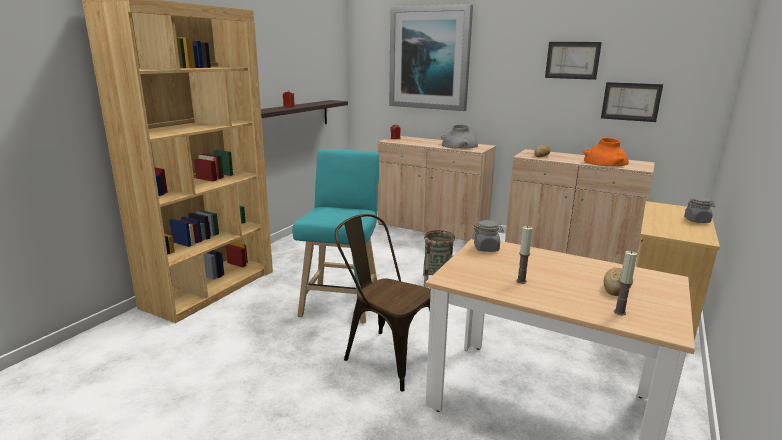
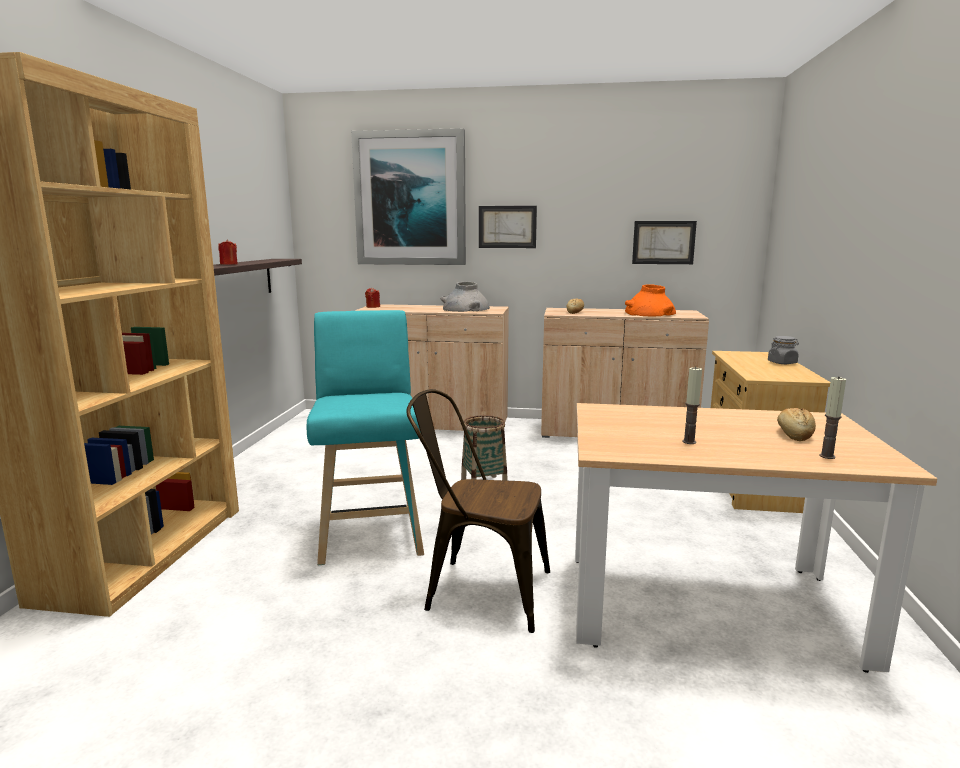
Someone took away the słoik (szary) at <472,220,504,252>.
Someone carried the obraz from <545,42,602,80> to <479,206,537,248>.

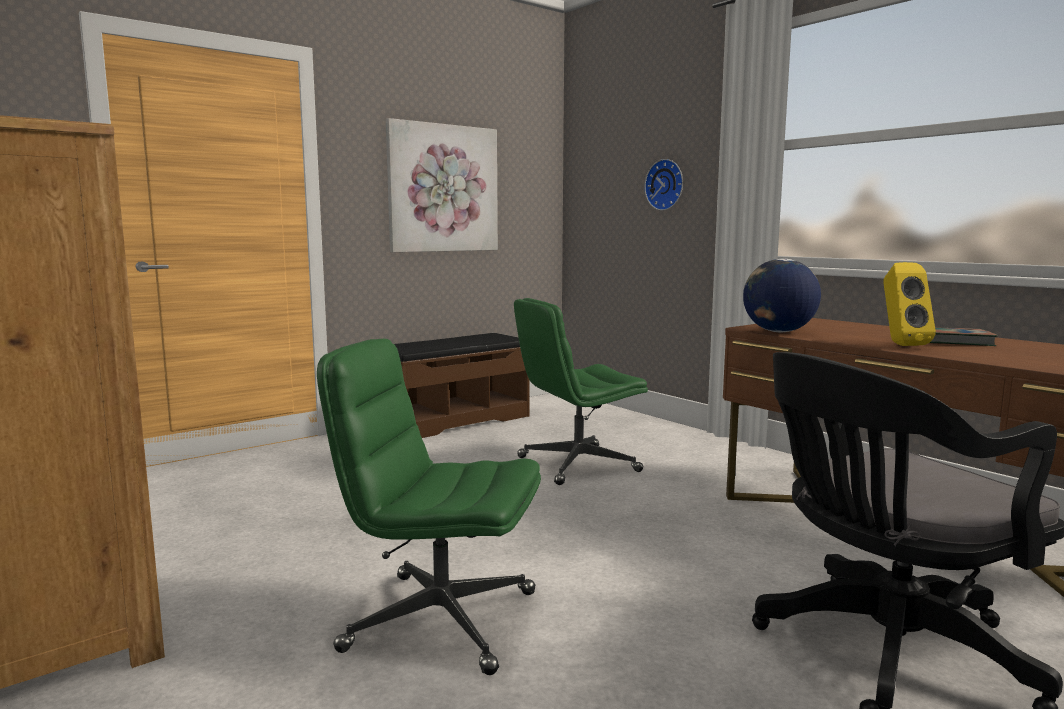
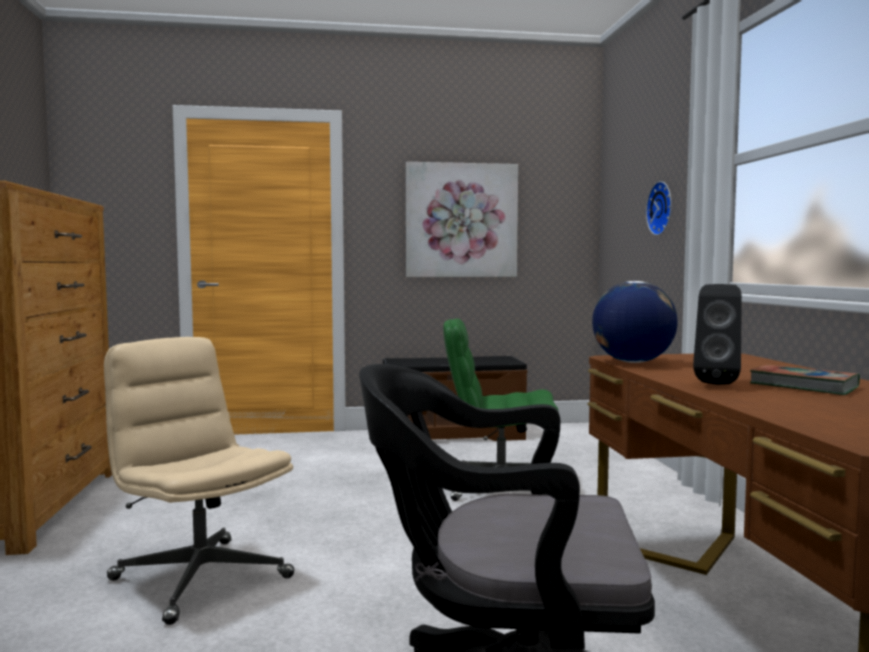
Someone repainted the krzesło biurowe (zielony) at <317,339,541,675>, which became the krzesło biurowe (beżowy) at <104,337,295,625>.
Someone repainted the głośnik (żółty) at <883,262,936,346>, which became the głośnik (czarny) at <693,284,742,385>.

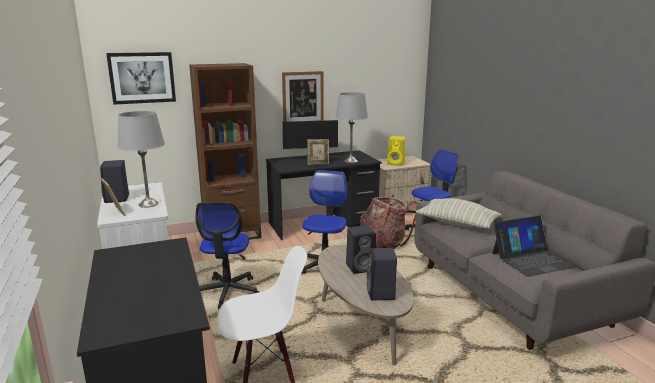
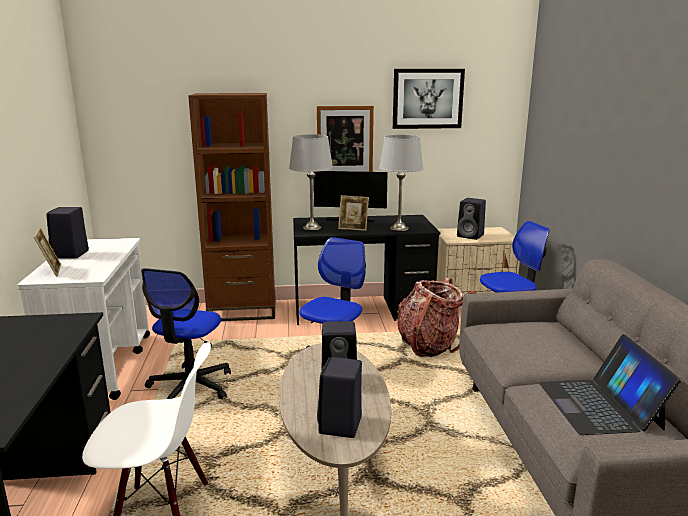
Someone took away the poduszka at <416,198,502,229>.
Someone carried the obraz from <106,52,176,105> to <393,69,465,129>.
Someone carried the lampa stołowa (szary) from <117,111,165,208> to <289,134,333,230>.
Someone repainted the głośnik (żółty) at <387,136,406,166>, which became the głośnik (czarny) at <457,198,486,240>.
Someone rotated the laptop at <493,216,576,277> by 90 degrees clockwise.

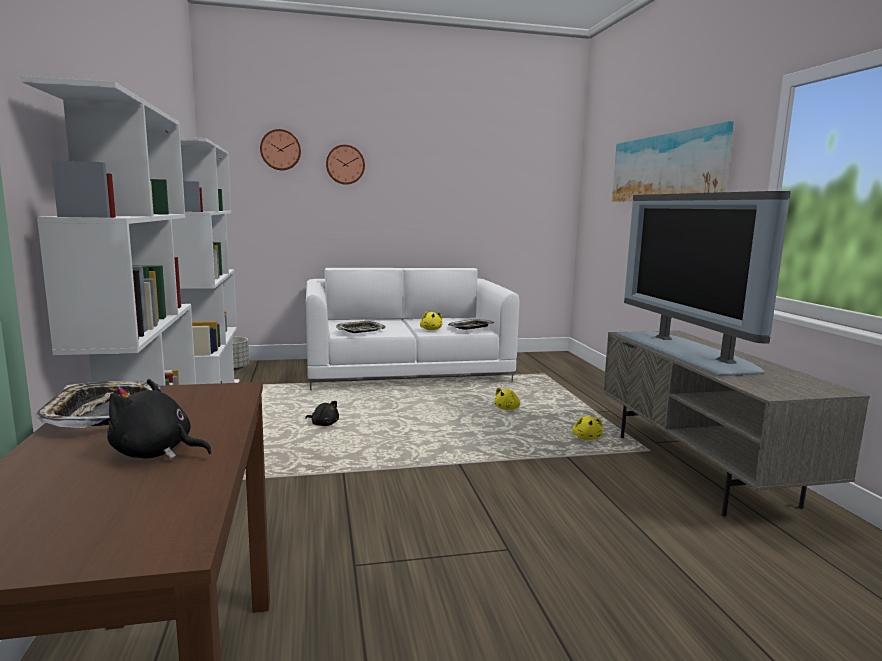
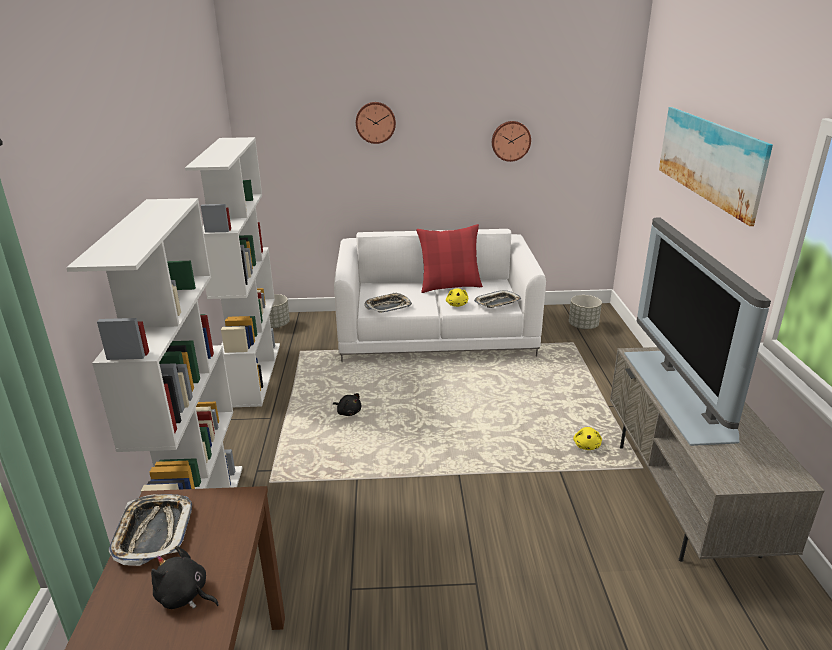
Someone took away the pluszak (żółty) at <494,387,520,410>.
Someone put down the poduszka (czerwony) at <416,224,483,293>.
Someone put down the donica (szary) at <569,295,602,329>.
Someone carried the zegar ścienny from <260,129,301,170> to <492,121,531,162>.

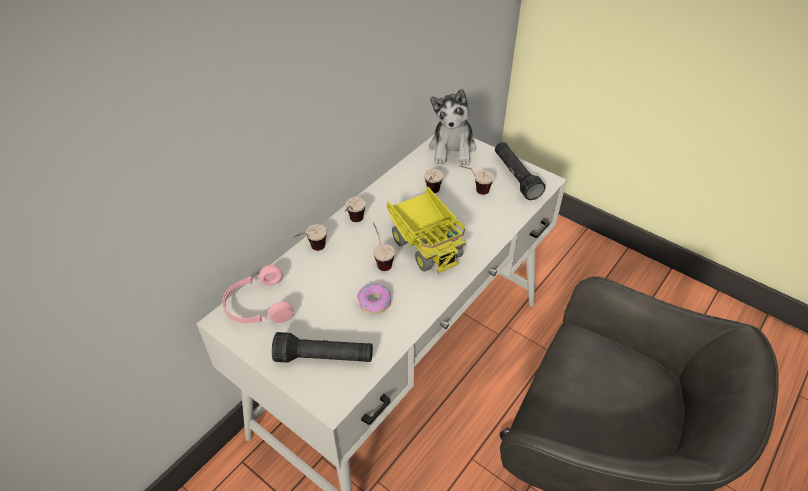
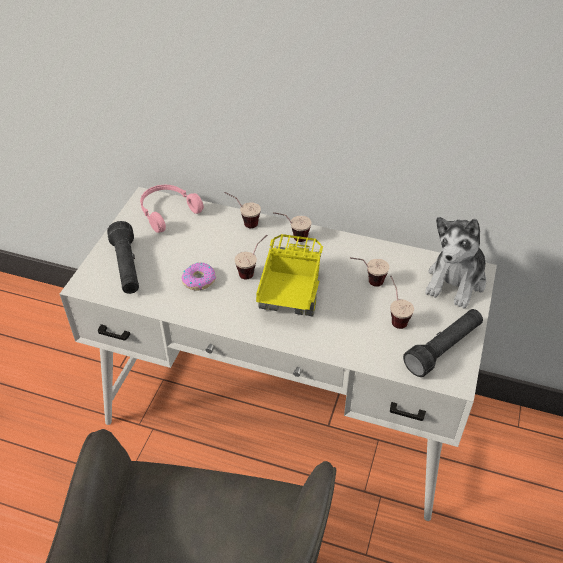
Someone rotated the ciężarówka zabawkowa at <387,187,466,273> by 150 degrees clockwise.
Someone rotated the pluszak at <429,89,476,166> by 45 degrees counterclockwise.

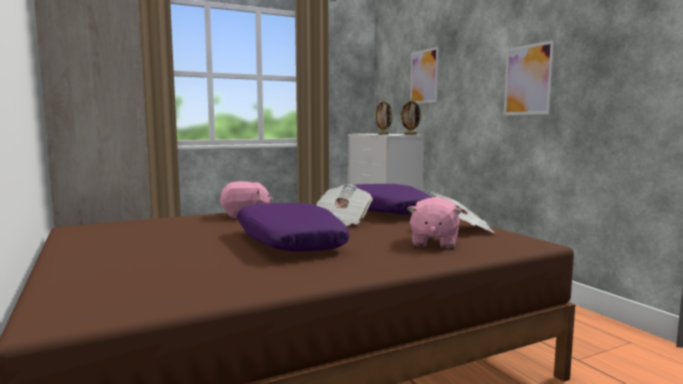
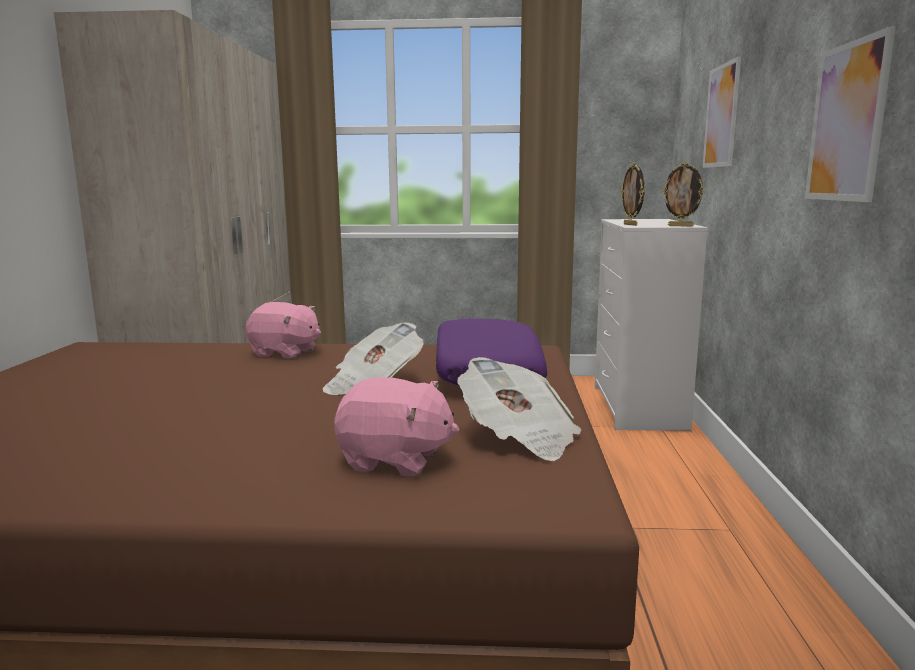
Someone took away the poduszka (fioletowy) at <237,203,350,252>.
Someone rotated the pluszak (różowy) at <407,197,462,249> by 120 degrees counterclockwise.

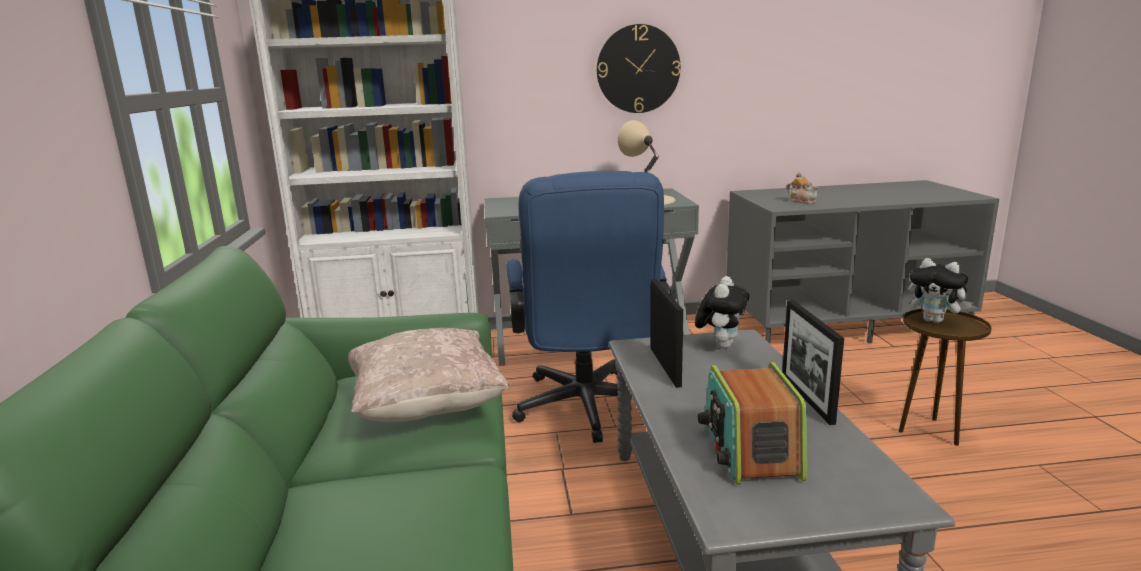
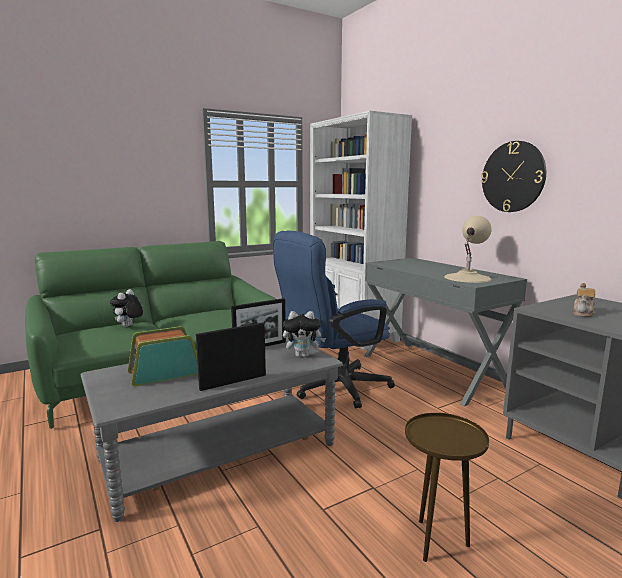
Someone took away the poduszka (beżowy) at <348,328,510,422>.
Someone carried the pluszak from <909,258,974,323> to <110,289,143,327>.

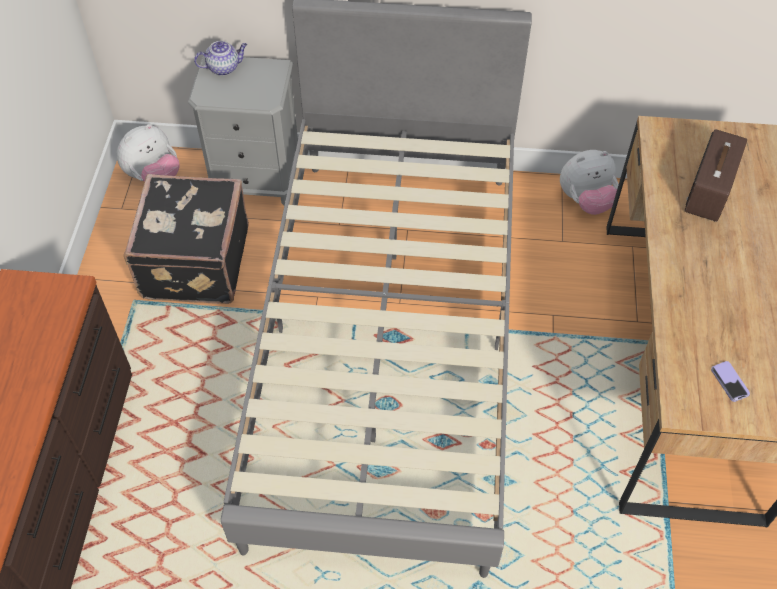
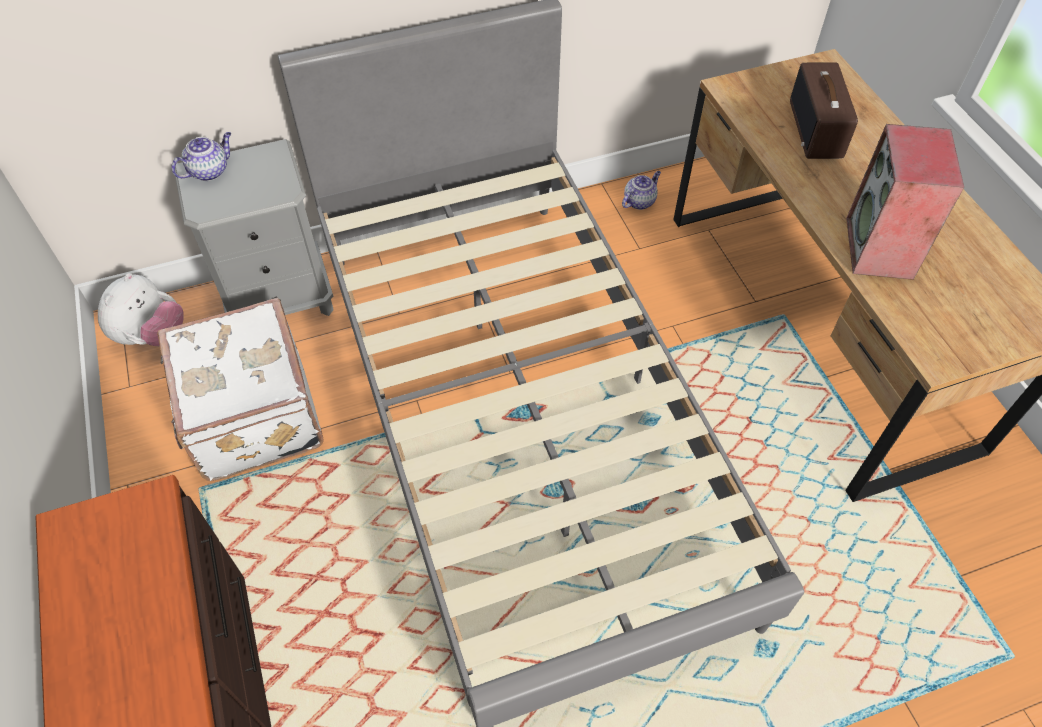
Someone took away the telefon at <711,361,750,402>.
Someone put down the głośnik at <846,124,964,280>.
Someone swapped the pluszak at <560,150,619,215> for the imbryk at <622,171,661,210>.
Someone repainted the walizka (czarny) at <124,174,249,304>, which became the walizka (biały) at <157,297,324,481>.

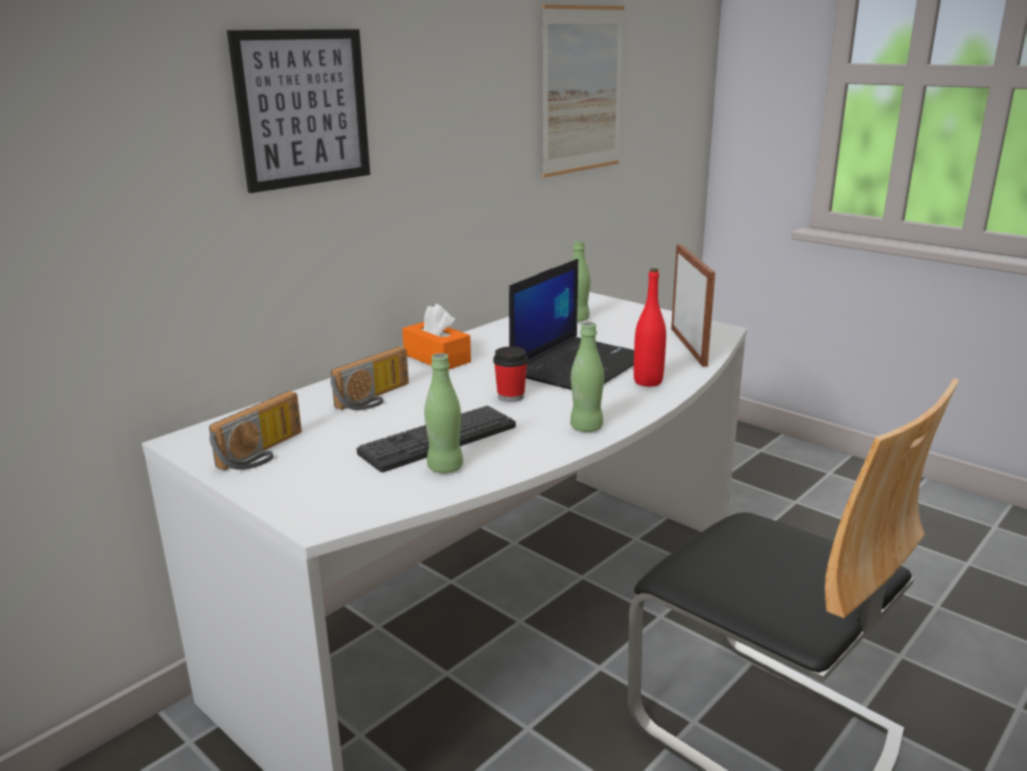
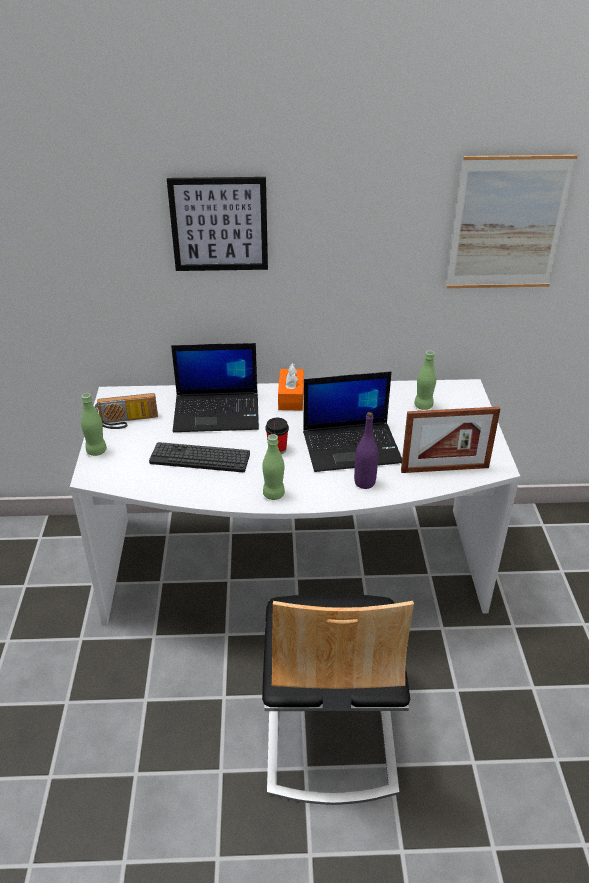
Someone carried the butelka (zielony) from <424,353,463,473> to <81,393,107,456>.
Someone swapped the radio at <331,346,409,410> for the laptop at <171,343,259,432>.
Someone repainted the butelka (czerwony) at <634,268,666,387>, which became the butelka (fioletowy) at <354,412,378,489>.
Someone rotated the ramka na zdjęcie at <671,244,715,367> by 45 degrees clockwise.

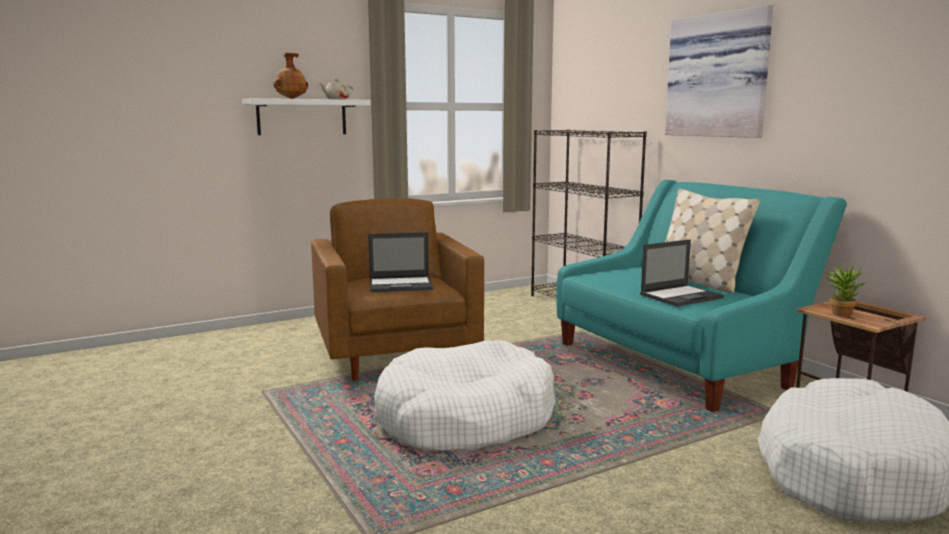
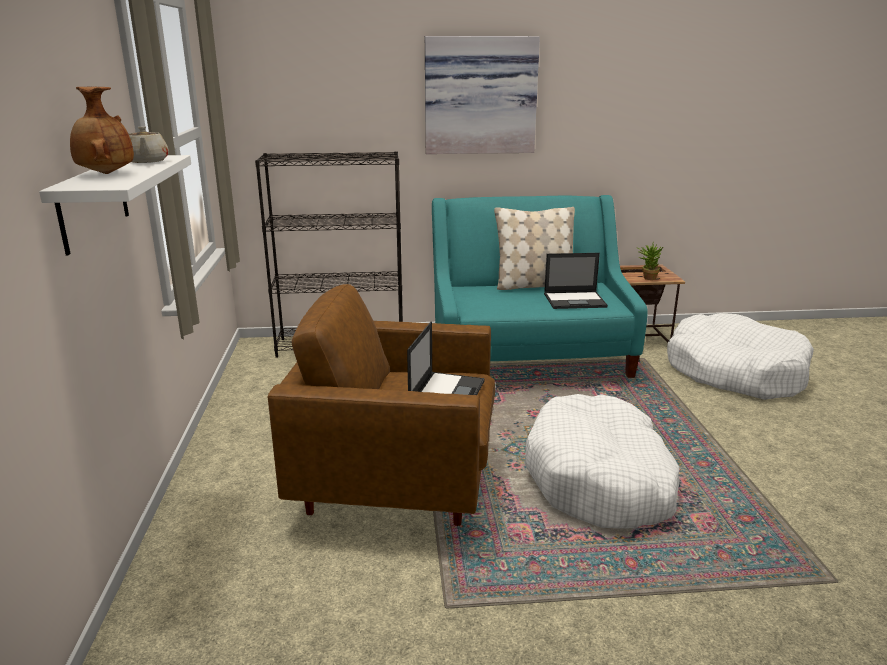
Someone rotated the laptop at <640,239,724,306> by 90 degrees clockwise.

